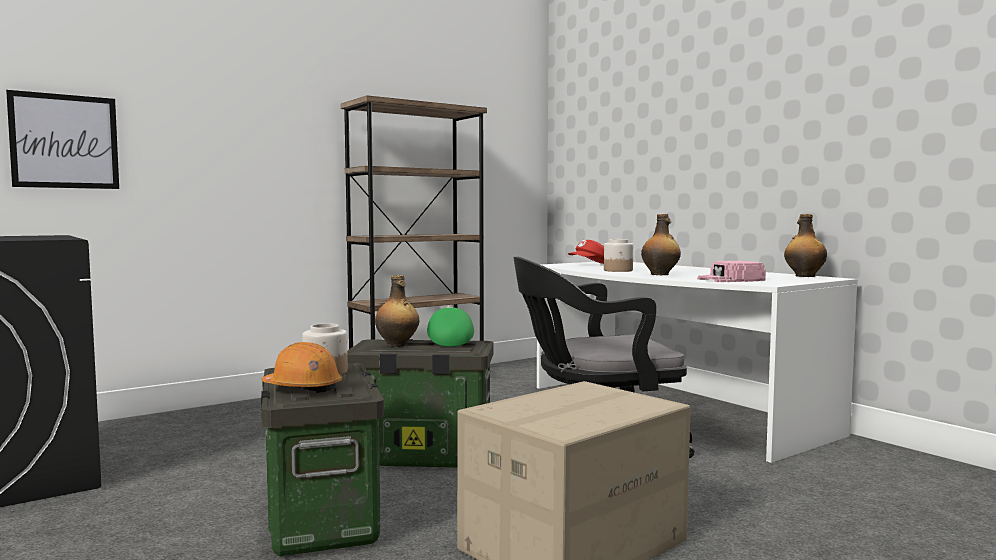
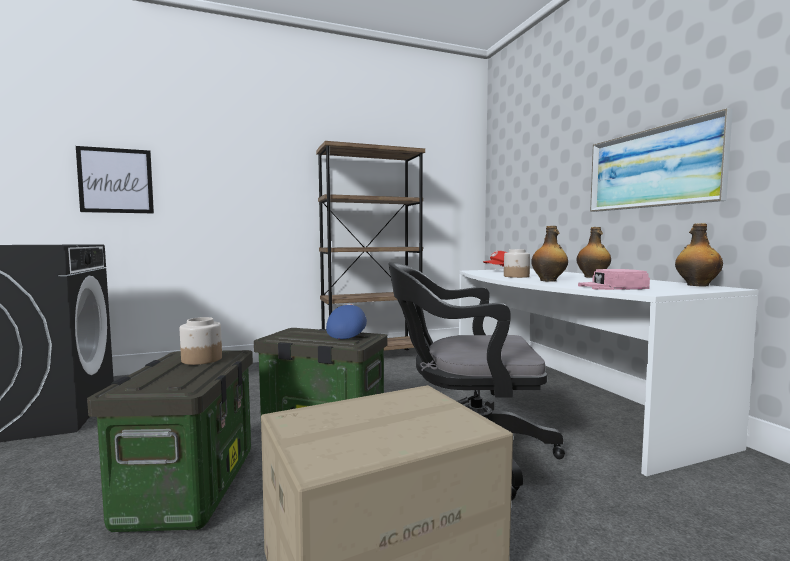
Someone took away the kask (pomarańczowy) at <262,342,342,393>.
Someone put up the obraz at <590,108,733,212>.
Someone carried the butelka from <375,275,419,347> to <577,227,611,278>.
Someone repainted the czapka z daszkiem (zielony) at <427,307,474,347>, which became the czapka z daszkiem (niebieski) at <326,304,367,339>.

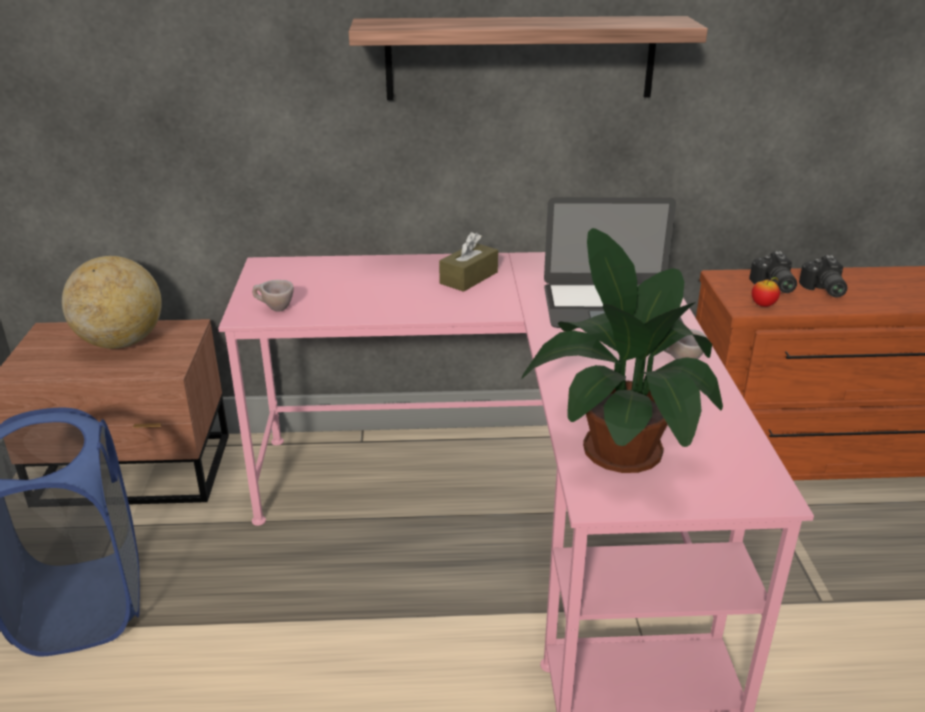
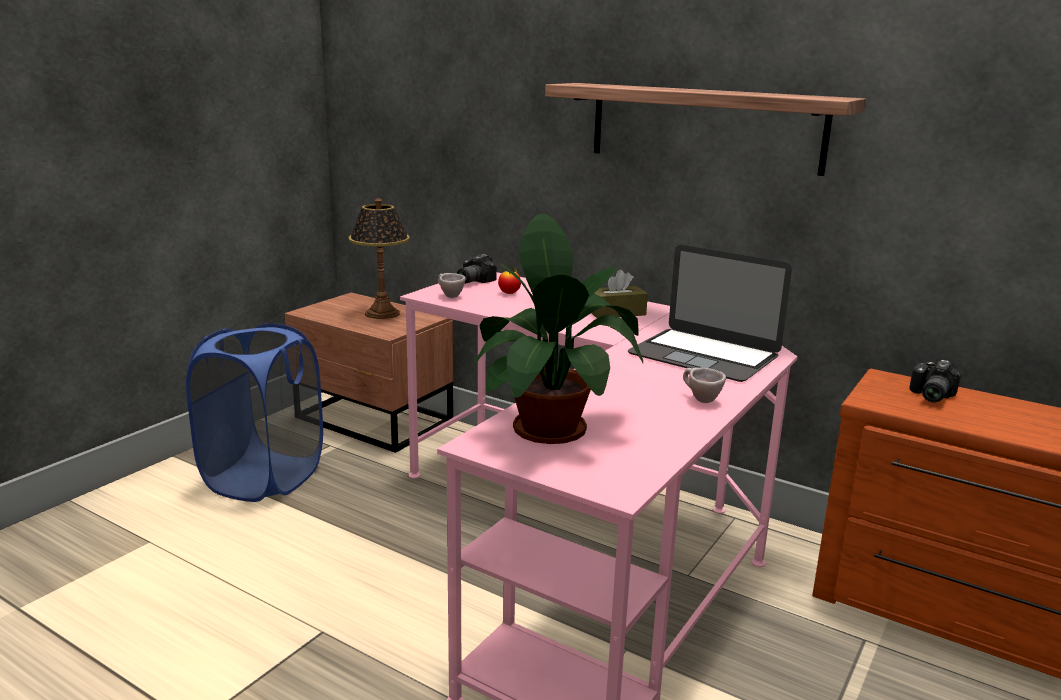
Someone carried the jabłko from <752,277,780,307> to <498,269,521,294>.
Someone carried the aparat fotograficzny from <799,255,847,298> to <457,254,497,284>.
Someone swapped the globus at <62,256,162,349> for the lampa stołowa at <348,198,410,319>.

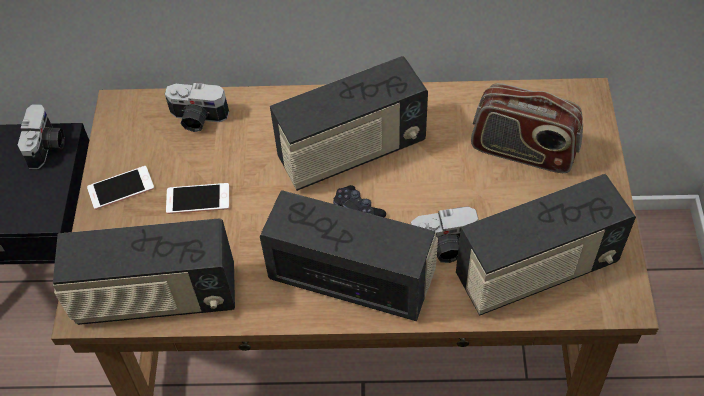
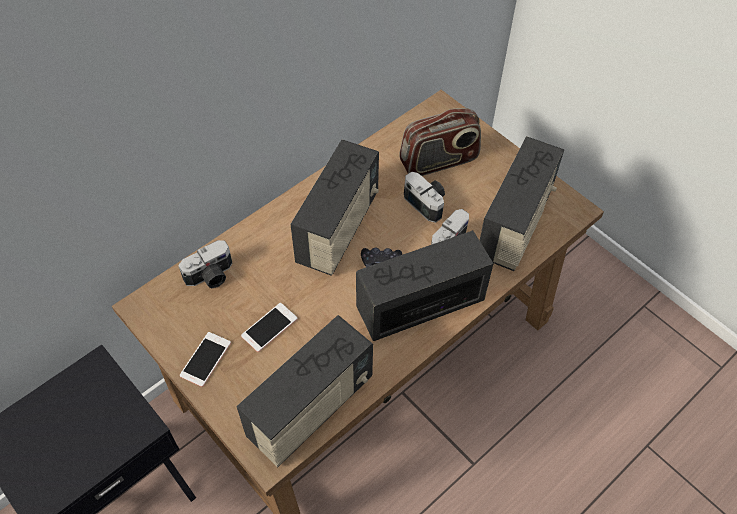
Someone carried the aparat fotograficzny from <18,104,65,169> to <404,172,445,223>.

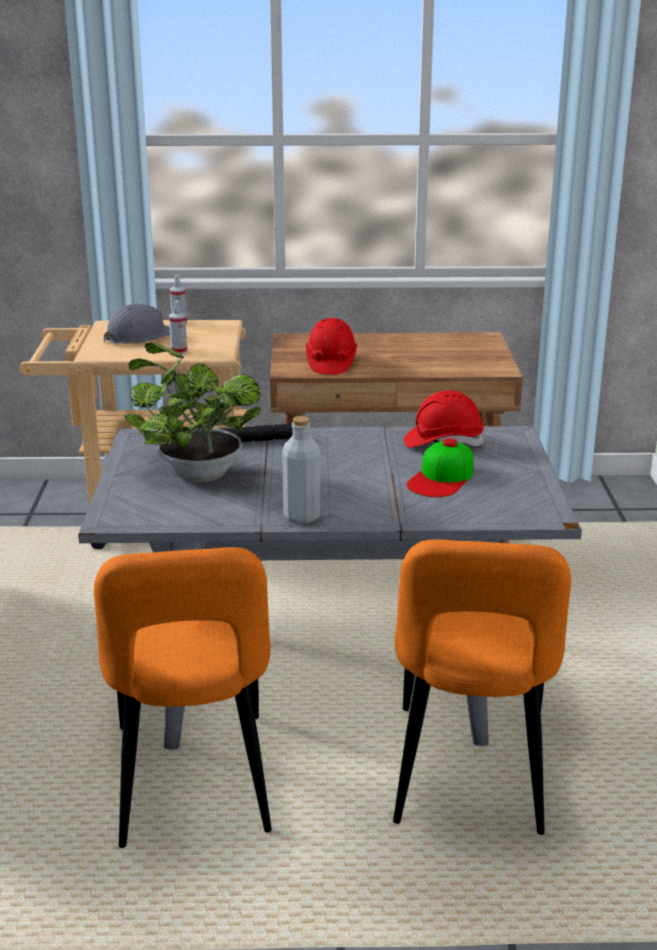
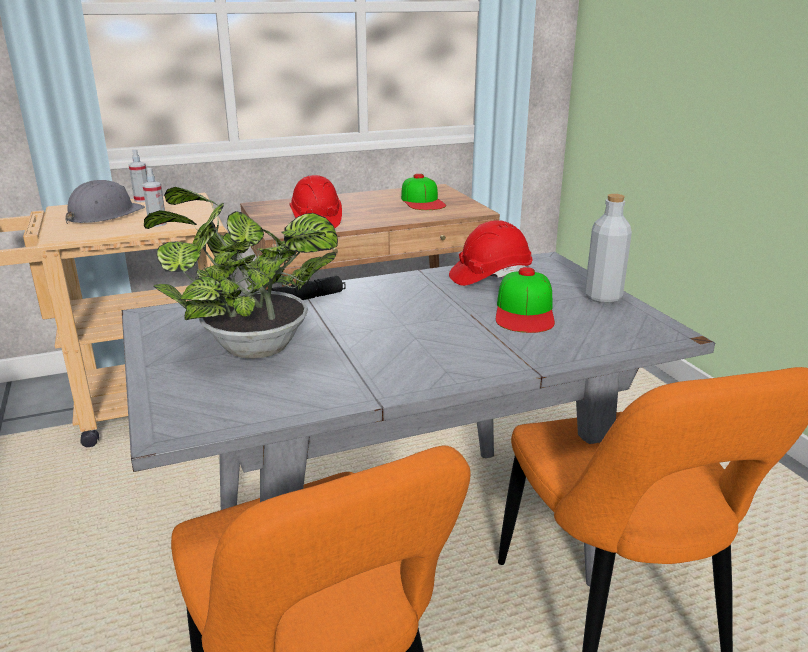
Someone put down the czapka z daszkiem at <401,174,446,210>.
Someone carried the butelka (szary) from <282,416,320,524> to <585,194,632,303>.

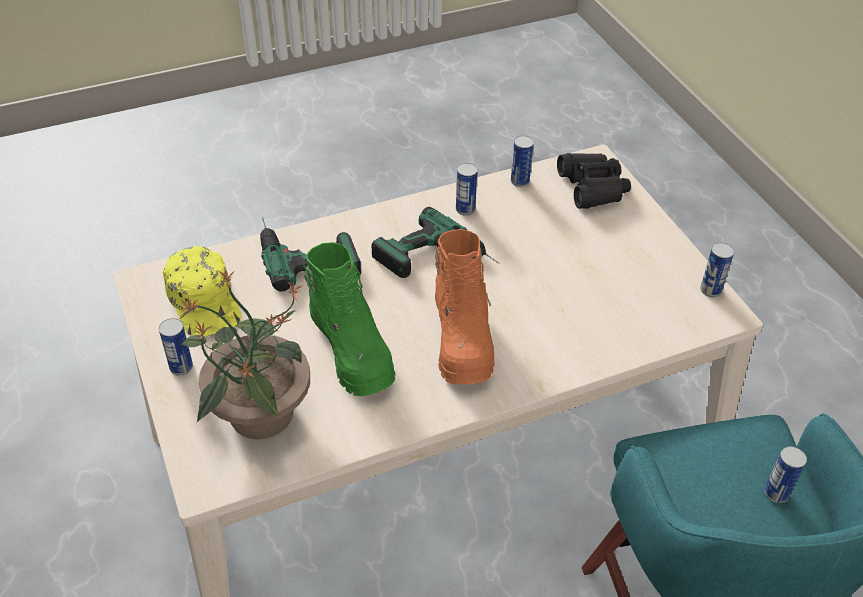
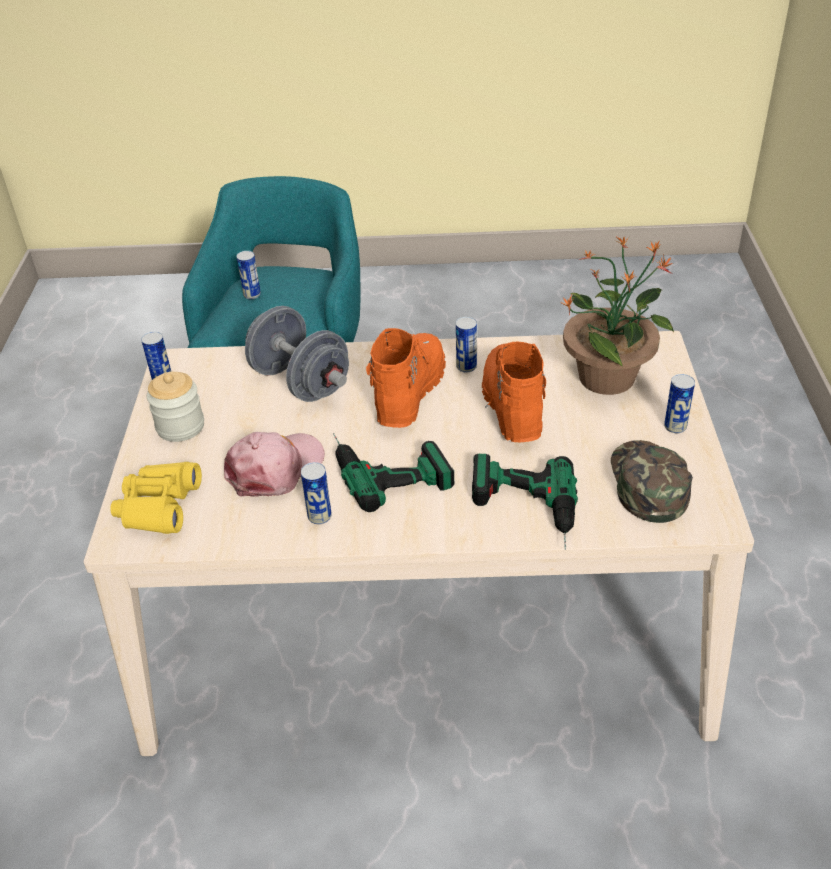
Someone put down the słoik at <147,372,204,442>.
Someone put down the czapka z daszkiem (różowy) at <224,432,325,497>.
Someone put down the hantel (szary) at <245,306,349,402>.
Someone carried the puszka from <511,136,534,187> to <456,317,477,373>.
Someone repainted the czapka z daszkiem (żółty) at <163,246,241,337>, which became the czapka z daszkiem (zielony) at <611,440,693,523>.
Someone repainted the but z cholewką (zielony) at <303,242,395,396>, which became the but z cholewką (pomarańczowy) at <482,341,546,442>.
Someone repainted the lornetka (czarny) at <557,153,631,209>, which became the lornetka (żółty) at <110,462,202,534>.

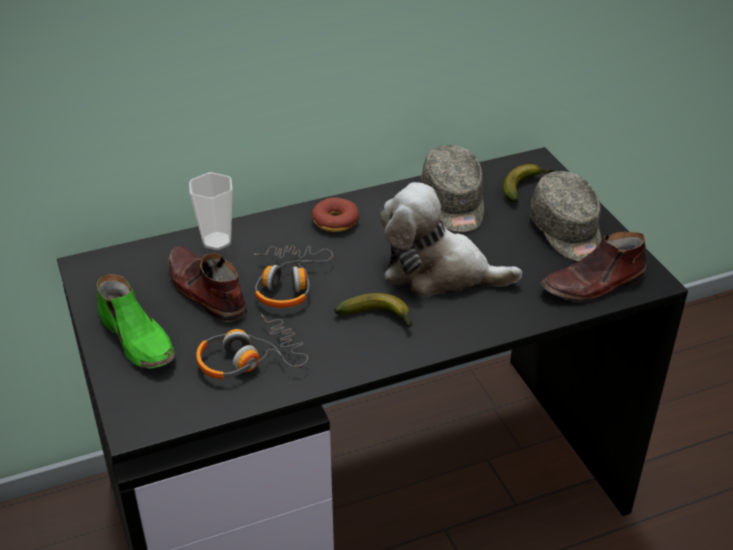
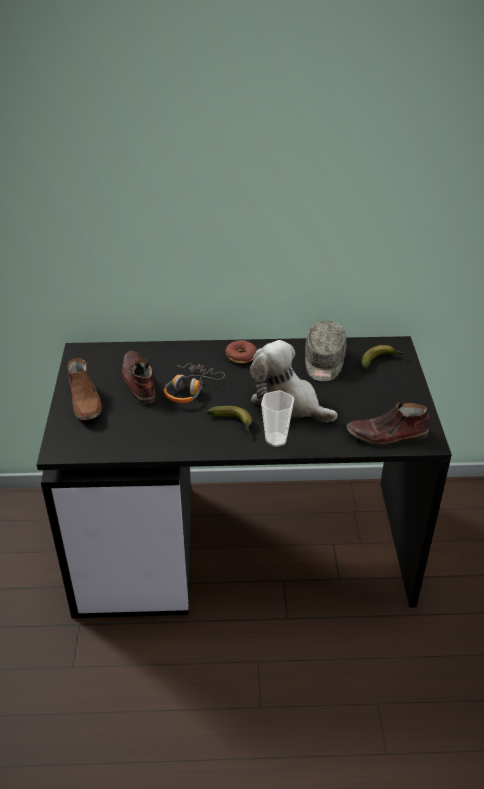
Someone took away the słuchawki at <196,314,308,379>.
Someone took away the czapka z daszkiem (szary) at <530,171,602,261>.
Someone carried the filiżanka from <189,172,232,250> to <261,390,294,447>.
Someone repainted the but (zielony) at <97,274,175,369>, which became the but (brązowy) at <67,358,102,420>.

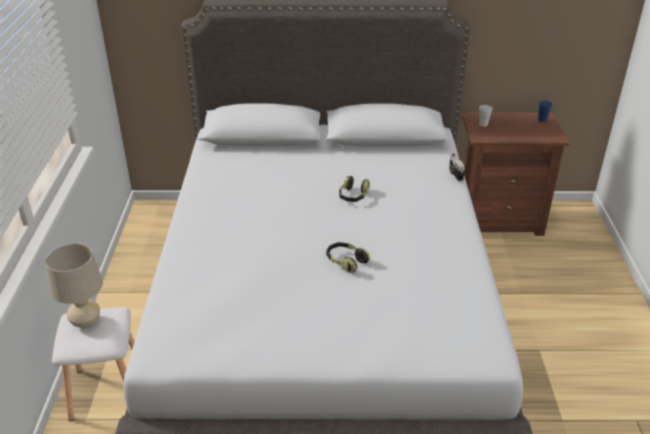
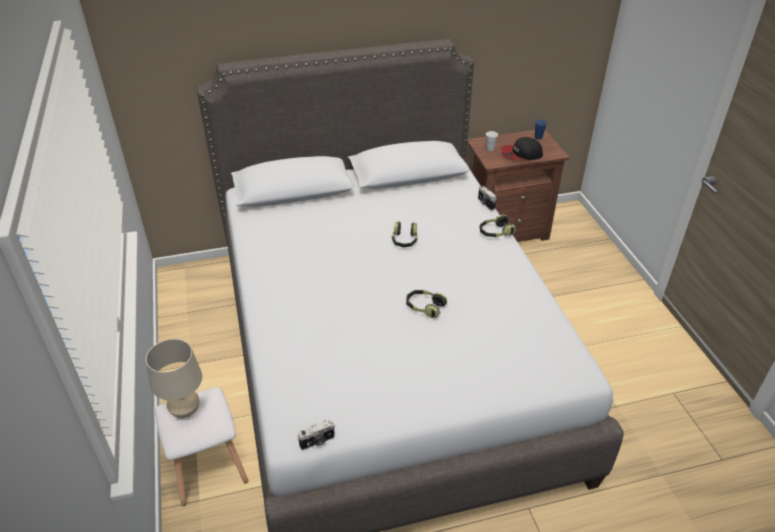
Someone put down the aparat fotograficzny at <297,420,335,450>.
Someone put down the słuchawki at <479,214,516,237>.
Someone put down the czapka z daszkiem at <501,137,543,160>.

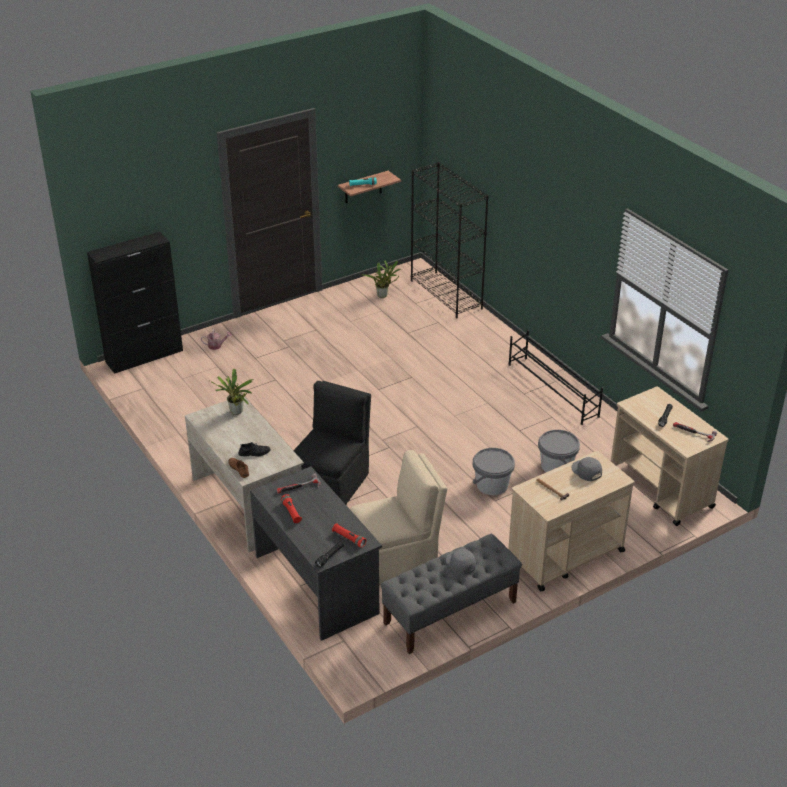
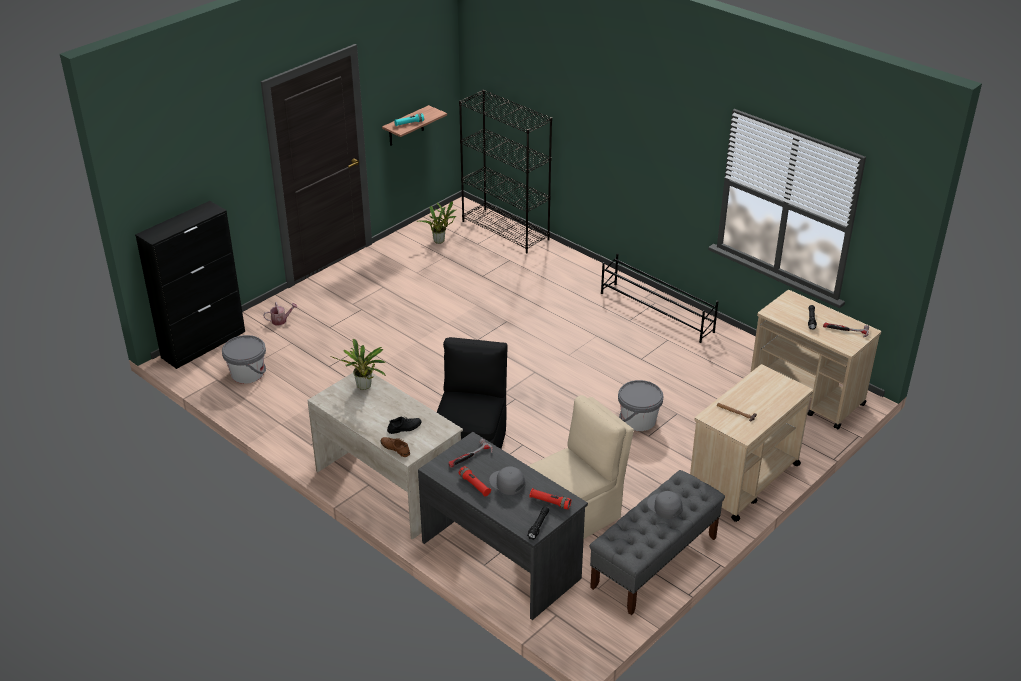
Someone carried the wiadro (szary) from <538,430,580,473> to <222,335,266,384>.
Someone carried the czapka z daszkiem (szary) from <571,457,602,481> to <489,466,525,495>.

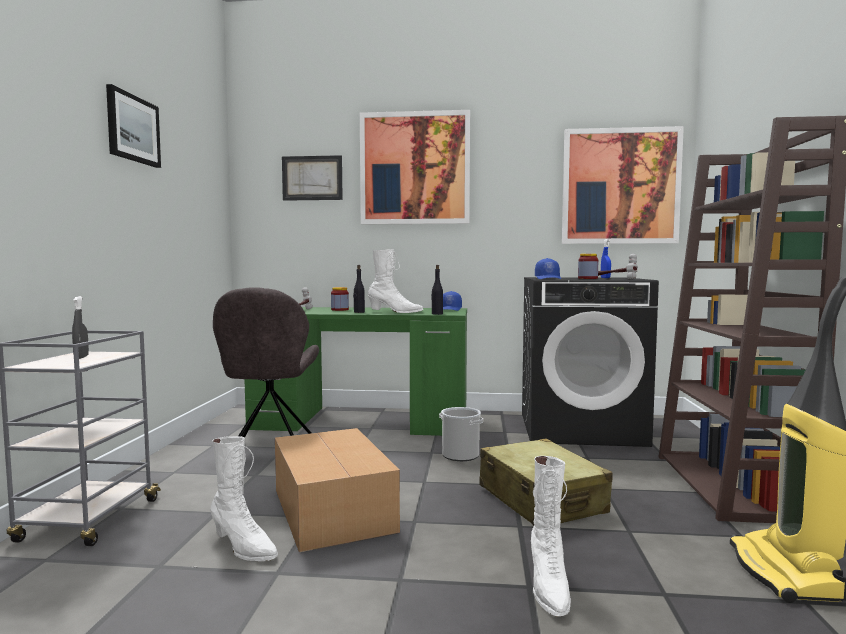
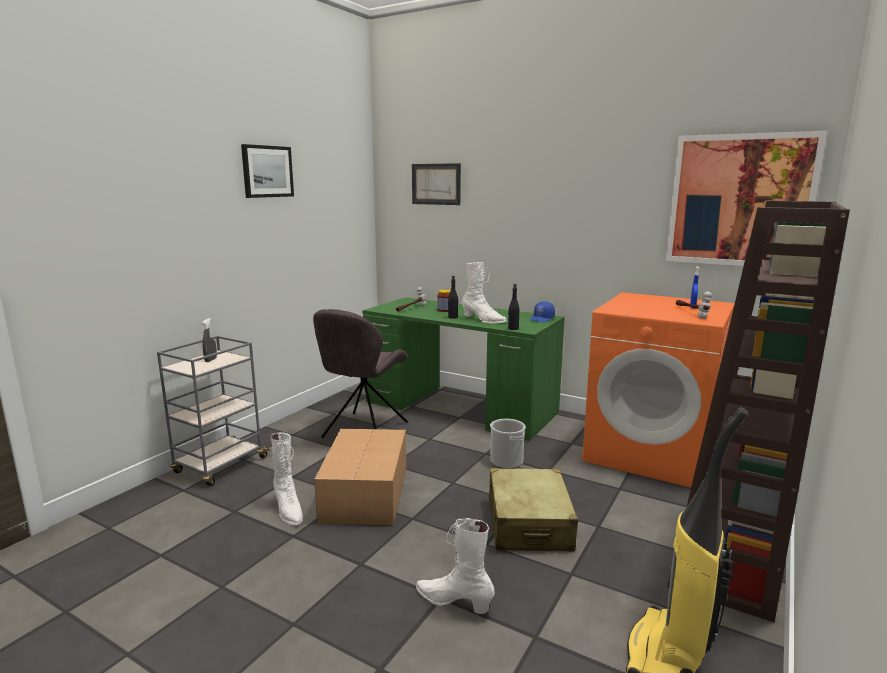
Someone took away the obraz at <360,110,470,224>.
Someone took away the czapka z daszkiem (niebieski) at <535,258,561,279>.
Someone took away the słoik at <578,254,598,279>.
Someone repainted the pralka (czarny) at <522,277,659,447>, which became the pralka (pomarańczowy) at <582,292,735,488>.
Someone rotated the but z cholewką (biały) at <531,456,571,617> by 90 degrees clockwise.

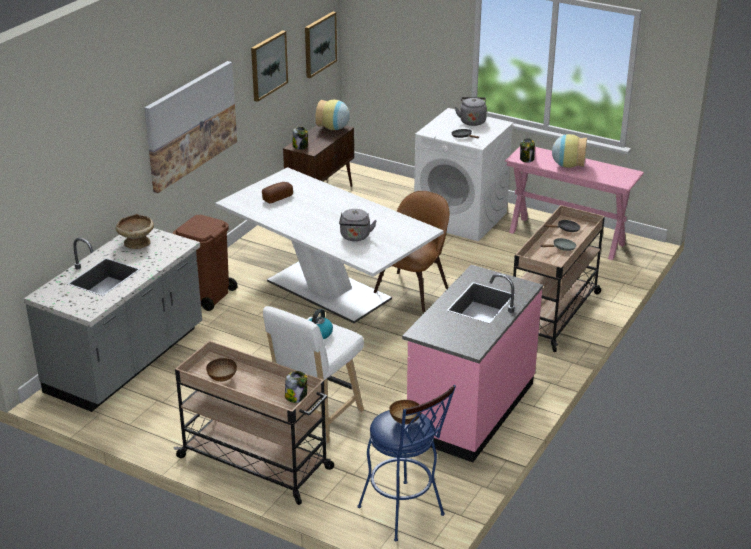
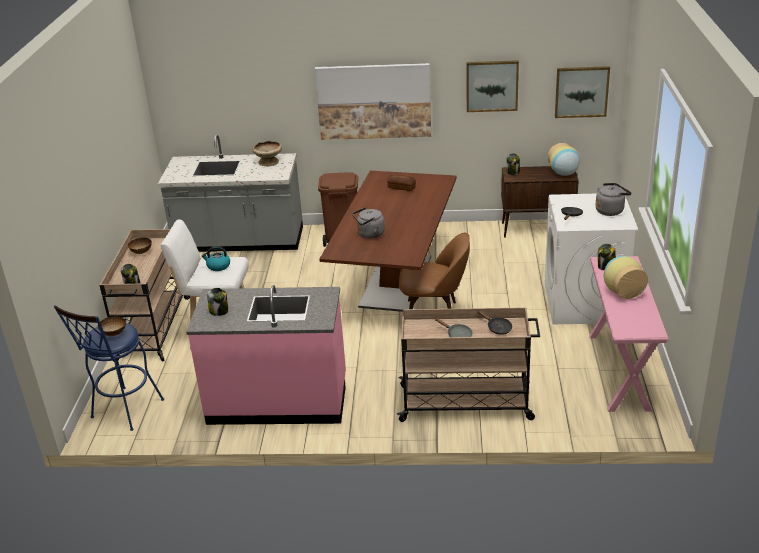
Someone put down the słoik at <207,288,228,316>.
Someone repainted the stół jadalny (biały) at <215,167,444,323>, which became the stół jadalny (brązowy) at <319,171,457,312>.

